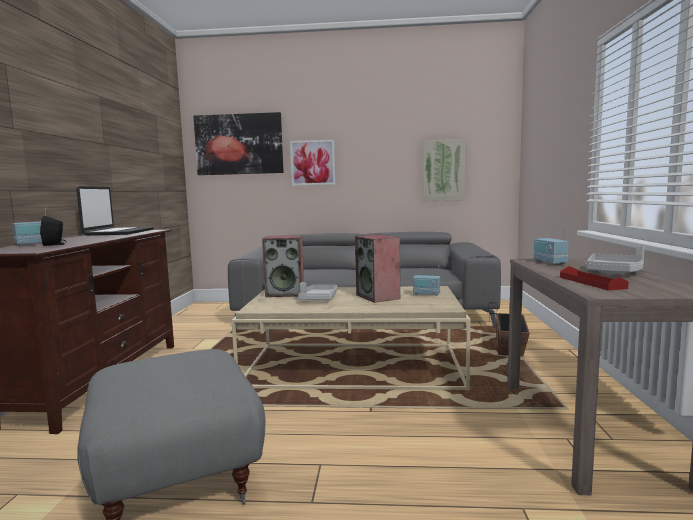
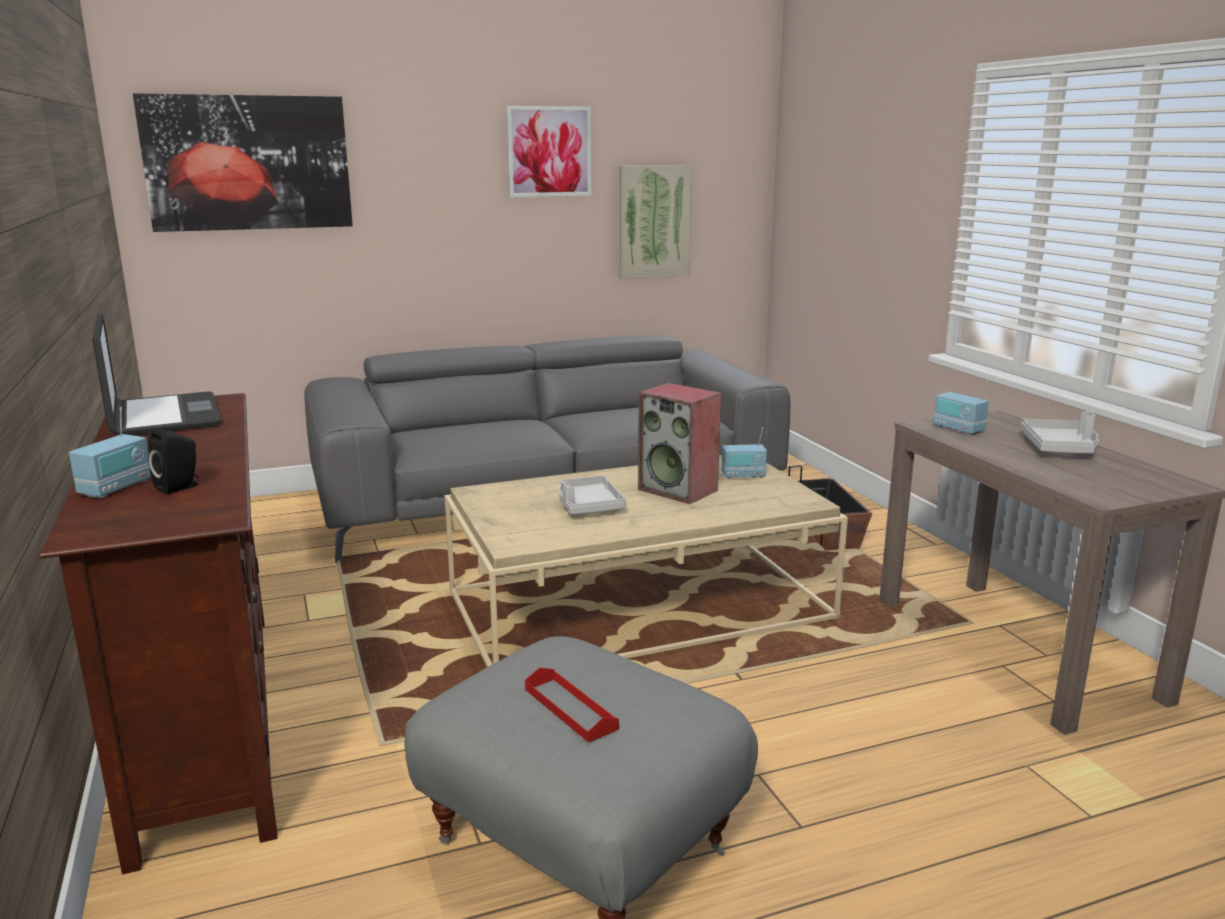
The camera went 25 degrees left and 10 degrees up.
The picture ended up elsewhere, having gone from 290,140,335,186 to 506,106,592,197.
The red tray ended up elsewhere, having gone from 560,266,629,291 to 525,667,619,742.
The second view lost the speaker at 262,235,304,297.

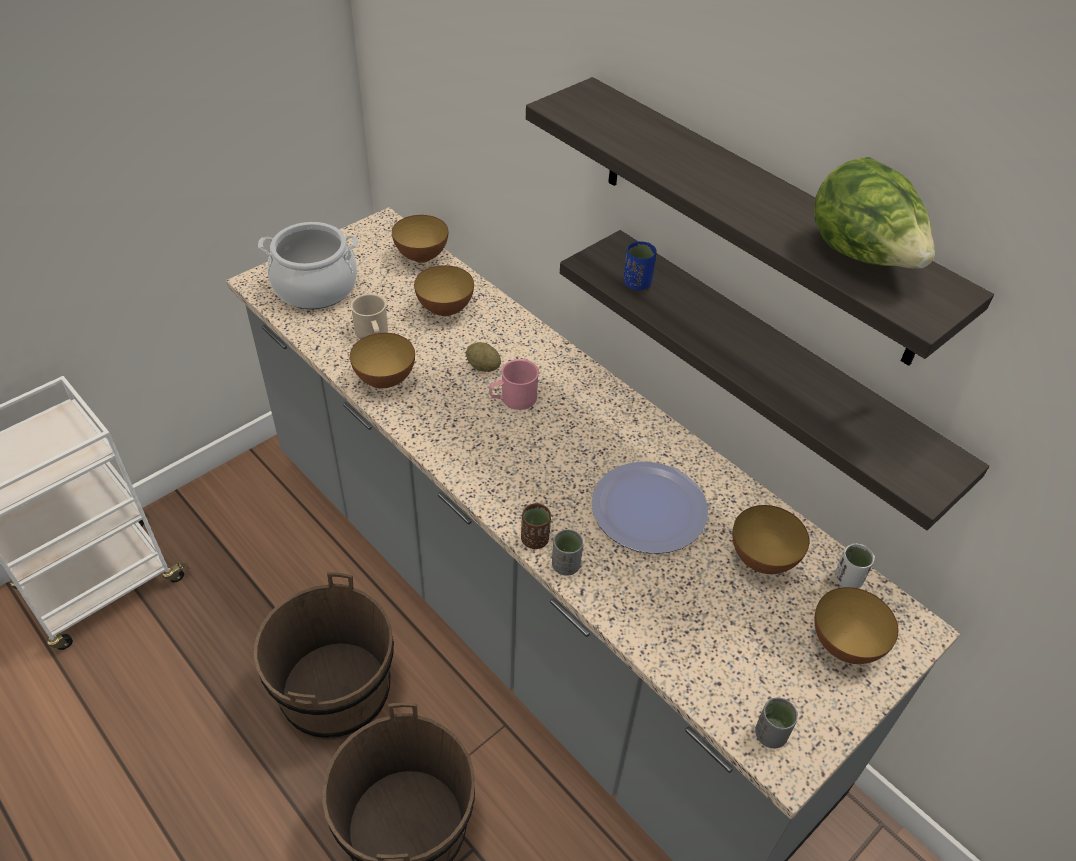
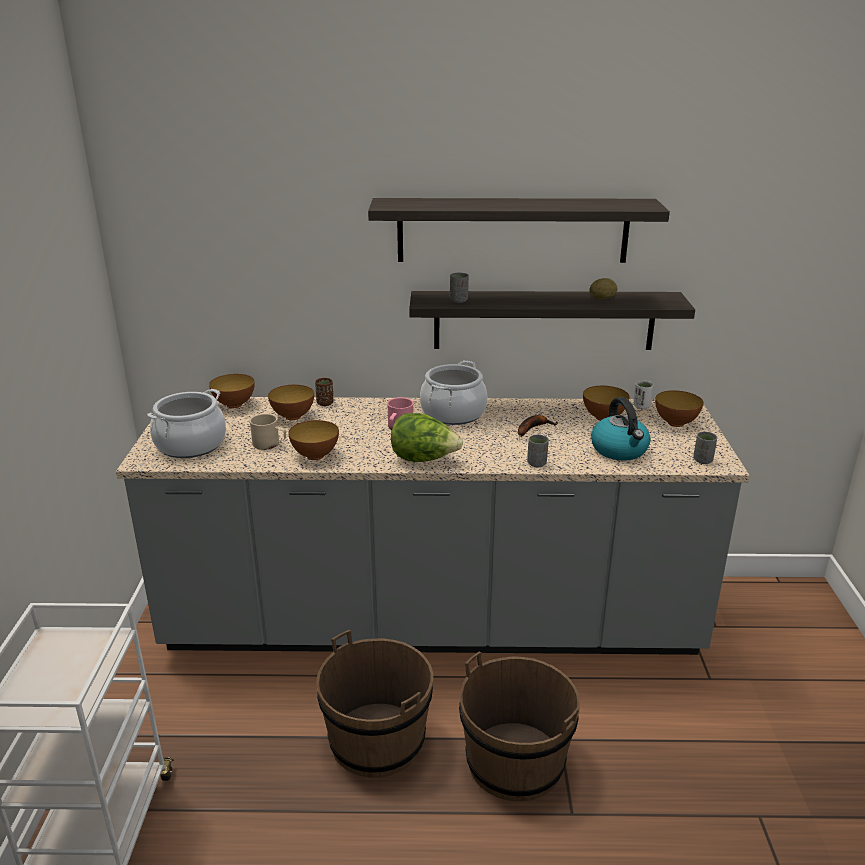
The camera went 45 degrees left and 20 degrees down.
The brown cup ended up elsewhere, having gone from 521,503,551,549 to 315,378,333,406.
The lettuce ended up elsewhere, having gone from 814,157,935,268 to 391,413,463,462.
The second view gained the cooking pot at 420,361,488,425.
What was the blue cup at 623,241,657,290 turned into the grey cup at 450,273,469,303.
Where the plate stood at 591,461,708,554, the banana came to stand at 518,415,558,436.
The potato ended up elsewhere, having gone from 466,342,501,372 to 589,278,618,300.
The second view gained the kettle at 591,397,651,461.

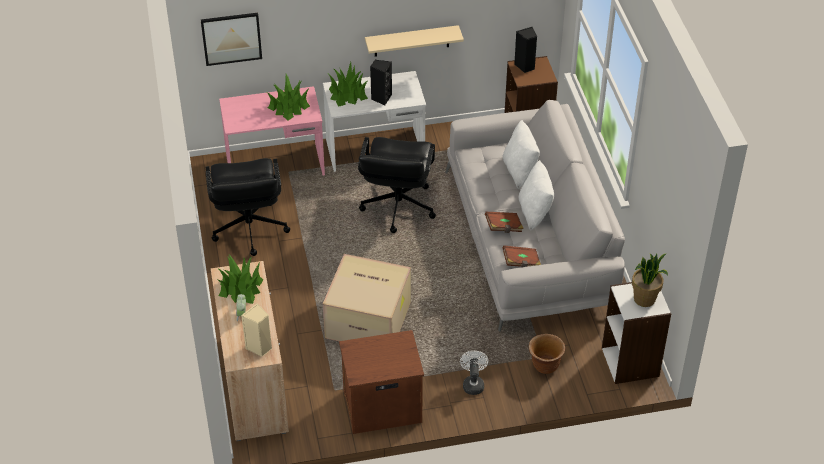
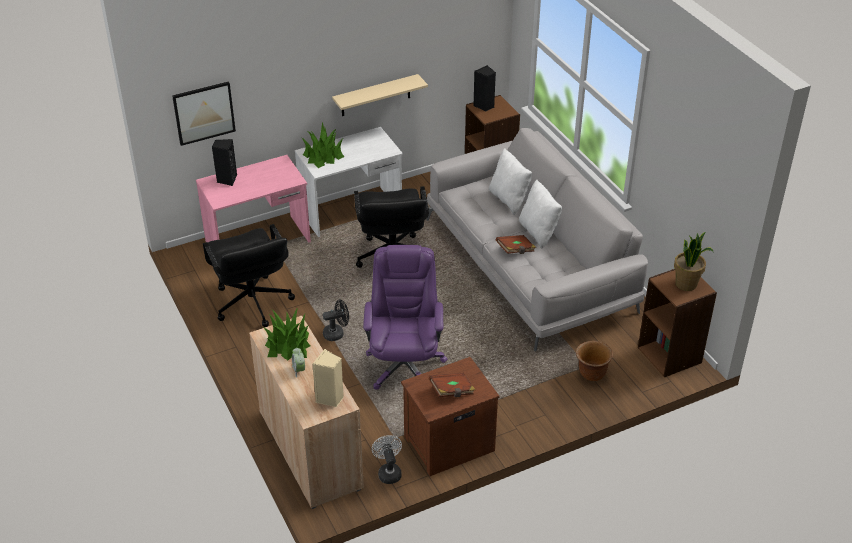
The camera went 15 degrees left and 5 degrees down.
The black speaker ended up elsewhere, having gone from 370,60,392,105 to 212,139,237,186.
The second view gained the black fan at 323,300,349,341.
Where the cardboard box stood at 323,254,411,341, the purple office chair came to stand at 363,245,448,389.
The white fan ended up elsewhere, having gone from 460,351,488,395 to 372,435,402,484.
The brown book ended up elsewhere, having gone from 502,246,541,267 to 429,373,475,397.
What was the white bookcase at 602,282,671,384 turned into the brown bookcase at 638,269,717,377.
The second view lost the potted plant at 267,74,310,120.

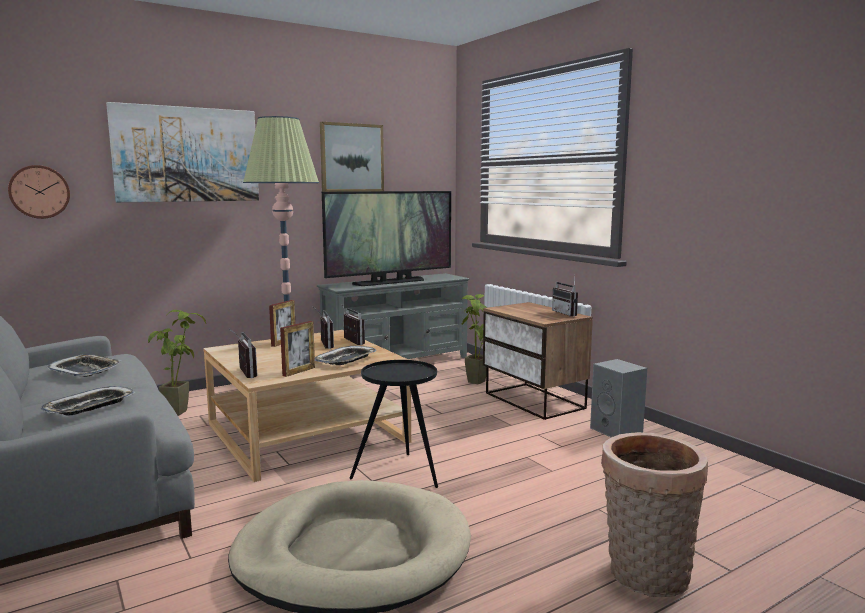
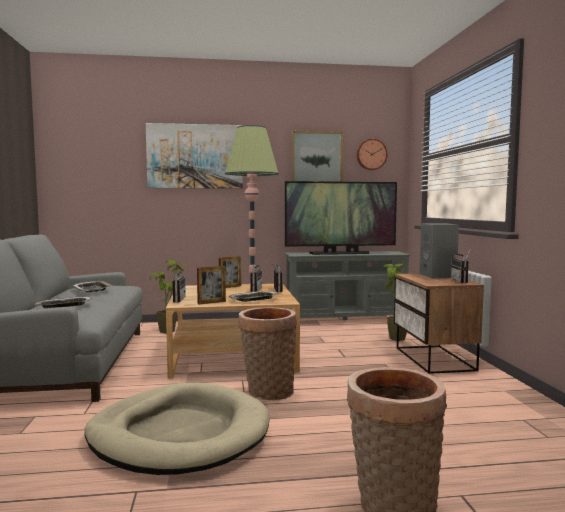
The camera went 25 degrees right and 5 degrees down.
Where the black side table stood at 350,360,438,488, the basket came to stand at 239,307,297,400.
The wall clock ended up elsewhere, having gone from 8,165,70,219 to 357,139,388,170.
The grey speaker ended up elsewhere, having gone from 590,359,647,437 to 419,223,459,278.

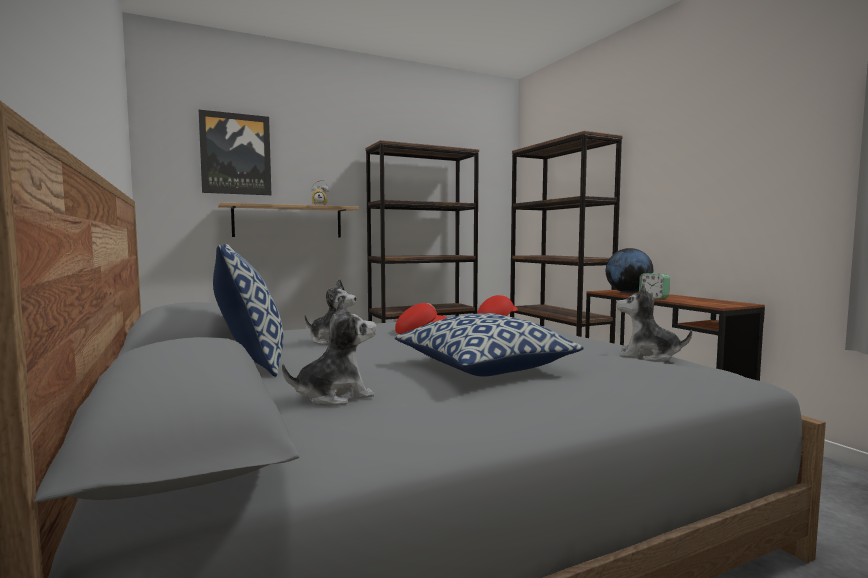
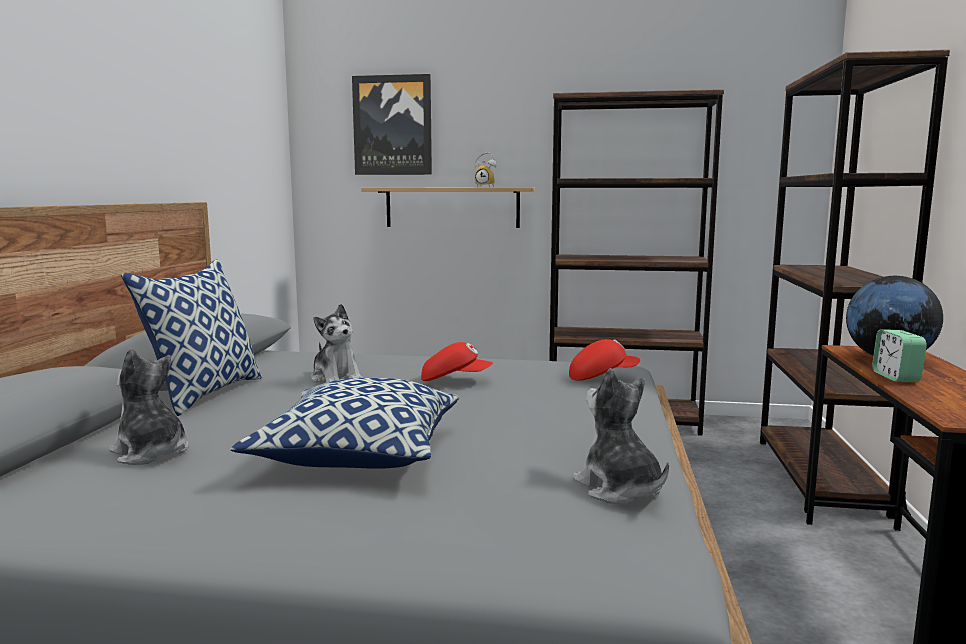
The camera went 35 degrees right and 5 degrees up.
The plush toy at 282,298,377,406 ended up facing another way, 150 degrees counterclockwise from before.

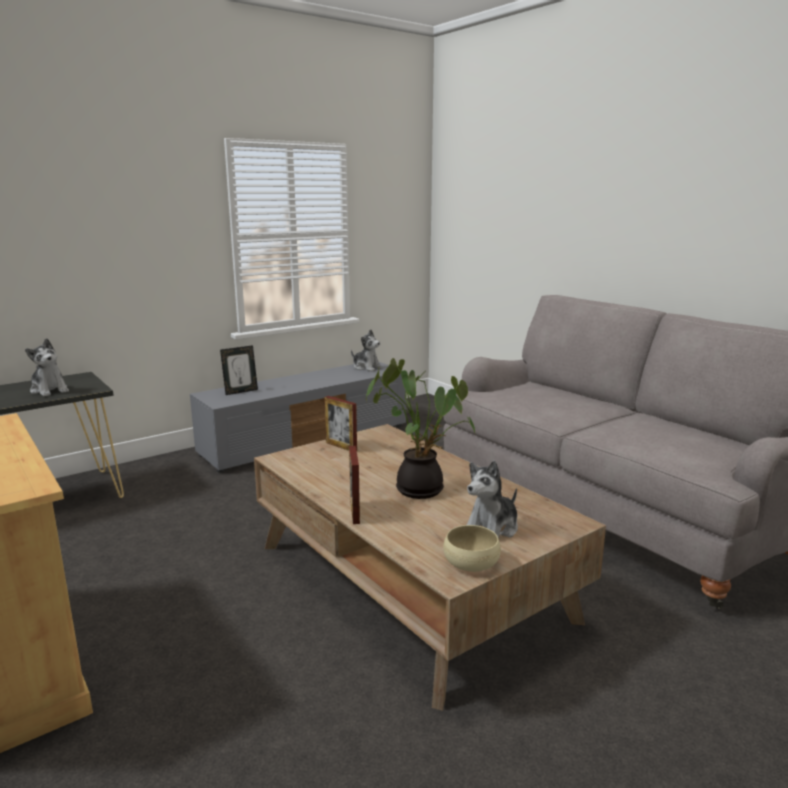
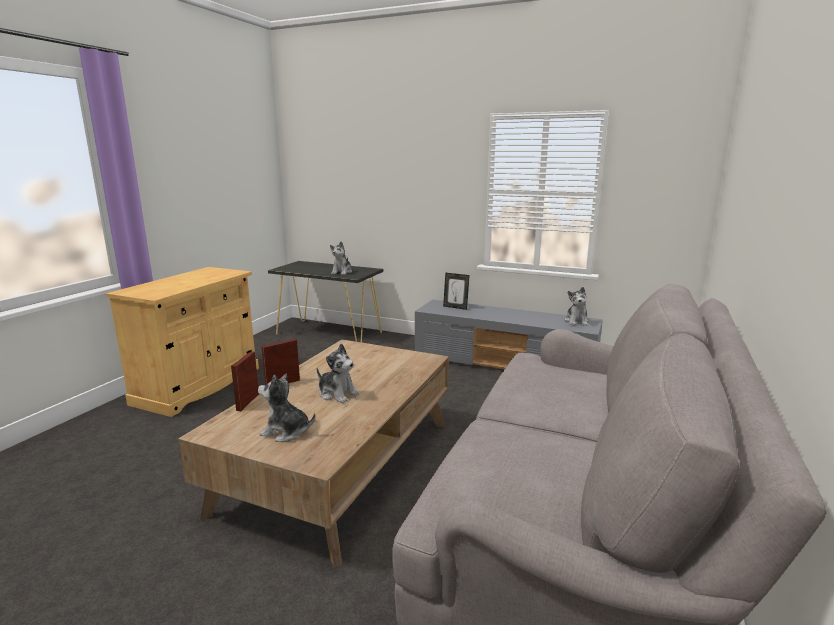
The camera went 60 degrees right and 0 degrees up.
The picture frame ended up elsewhere, having gone from 324,396,357,451 to 231,352,259,411.
Where the potted plant stood at 366,358,475,499, the plush toy came to stand at 317,343,359,403.
The second view lost the beige bowl at 443,525,501,572.

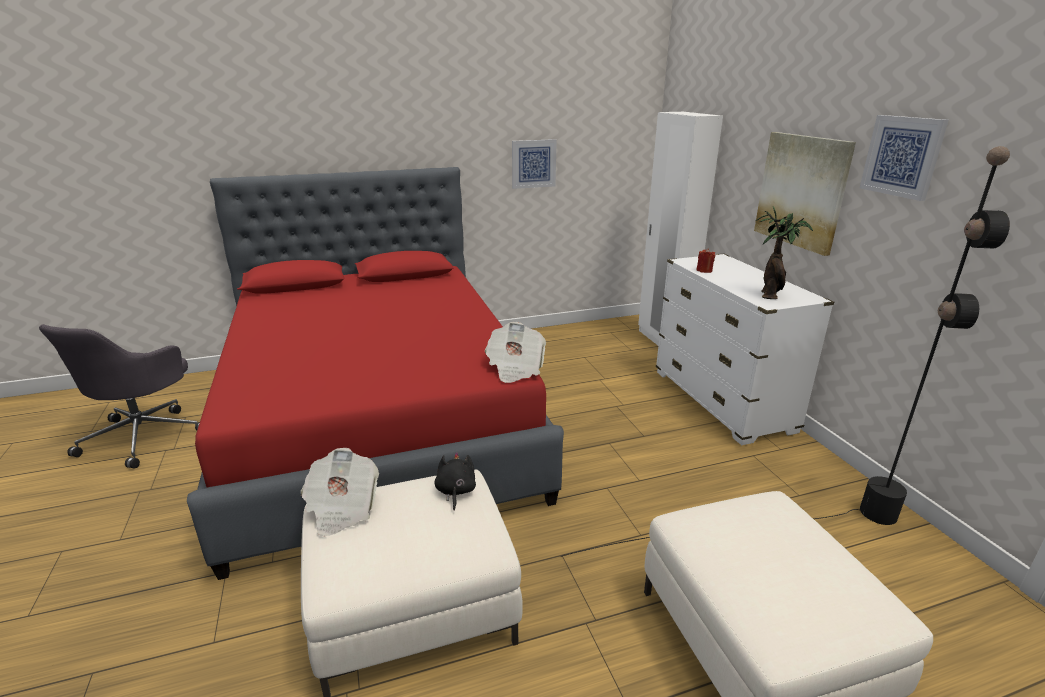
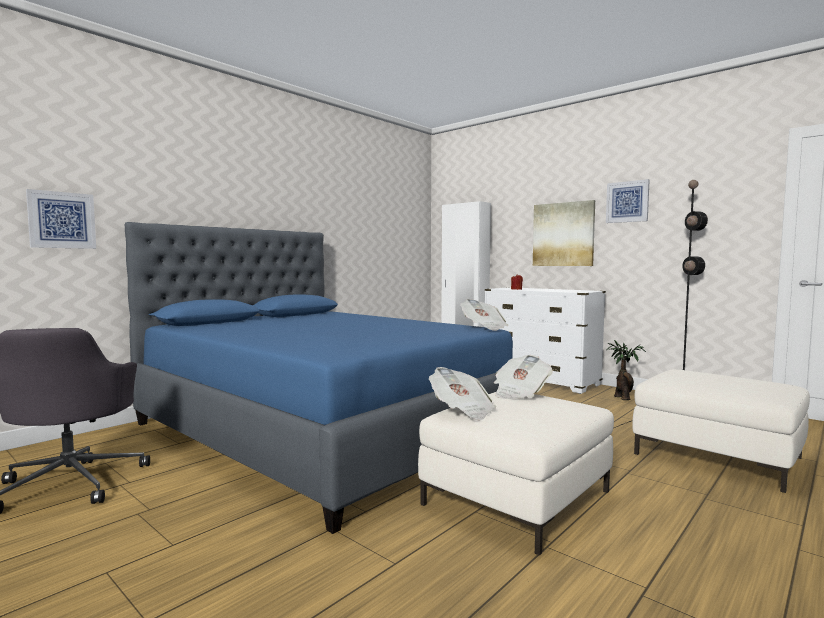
The camera went 30 degrees left and 20 degrees down.
The picture ended up elsewhere, having gone from 512,139,557,189 to 26,189,96,249.
What was the red bed at 187,167,564,580 turned into the blue bed at 125,222,513,534.
Where the black plush toy stood at 435,452,476,511, the newspaper came to stand at 494,355,553,399.
The potted plant ended up elsewhere, having gone from 756,207,813,299 to 606,340,646,400.

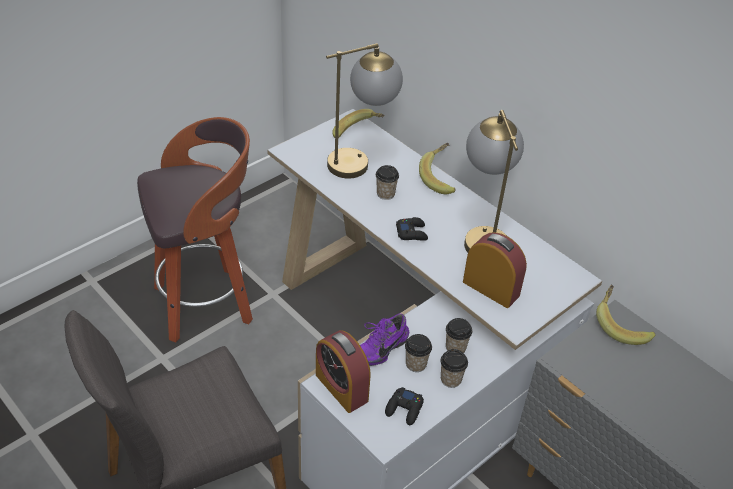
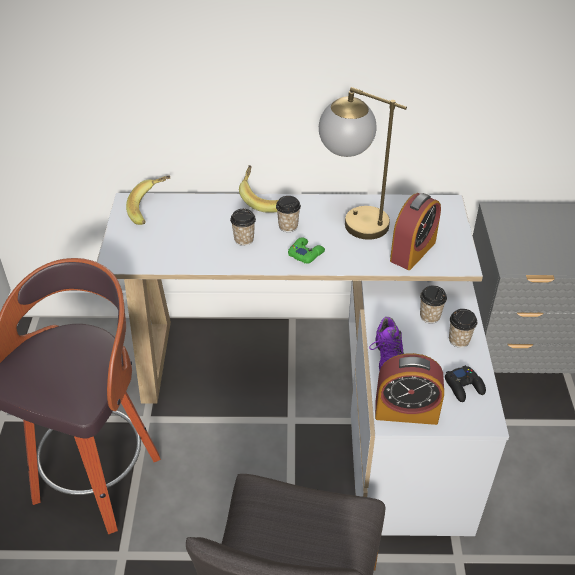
The camera went 45 degrees left and 0 degrees up.
The cup ended up elsewhere, having gone from 405,334,432,372 to 276,196,301,232.
What was the black game controller at 396,217,428,241 turned into the green game controller at 288,237,325,264.
The alarm clock at 463,232,527,308 ended up facing another way, 135 degrees clockwise from before.
The second view lost the table lamp at 326,43,403,179.
The second view lost the banana at 596,284,656,345.

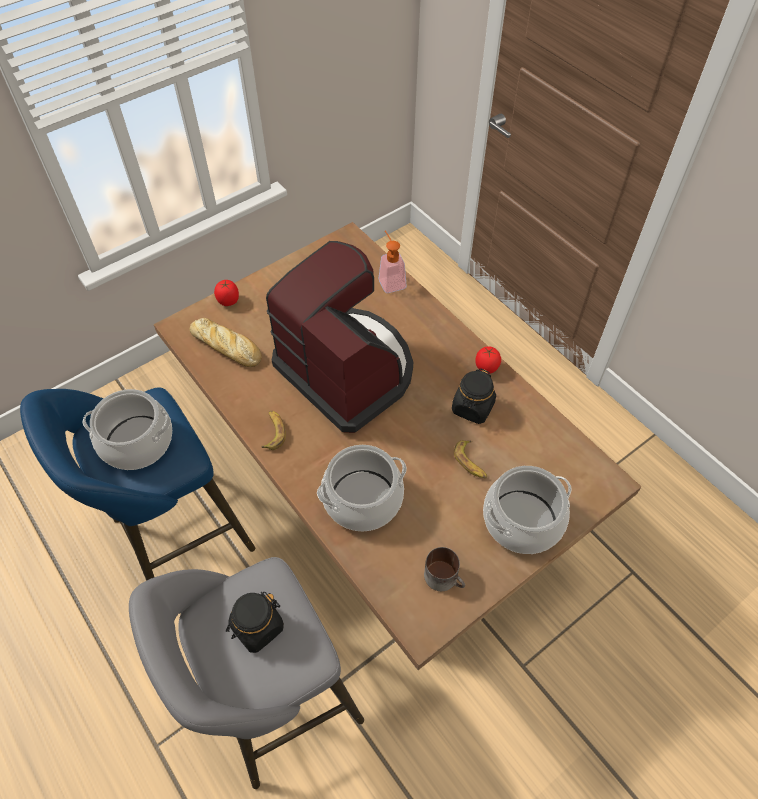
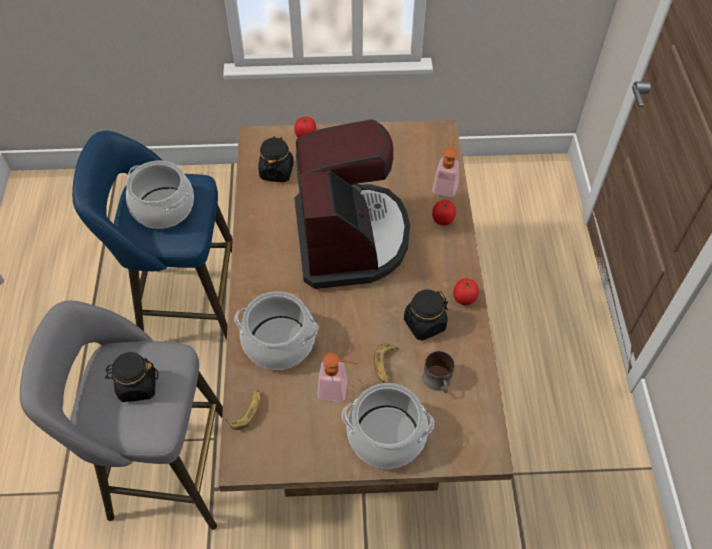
The camera went 35 degrees right and 0 degrees up.
The banana ended up elsewhere, having gone from 261,411,286,450 to 225,390,261,430.
Where the bread stood at 190,318,262,367, the black jar came to stand at 258,136,294,182.
The second view gained the soap dispenser at 317,353,359,402.
The mug ended up elsewhere, having gone from 424,547,465,591 to 423,351,455,393.
The second view gained the tomato at 432,200,456,226.

